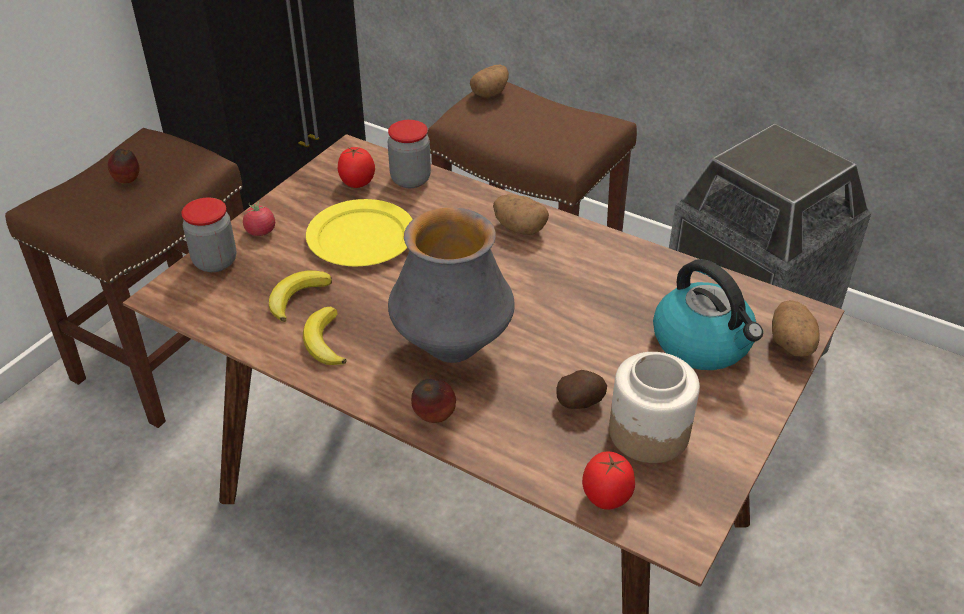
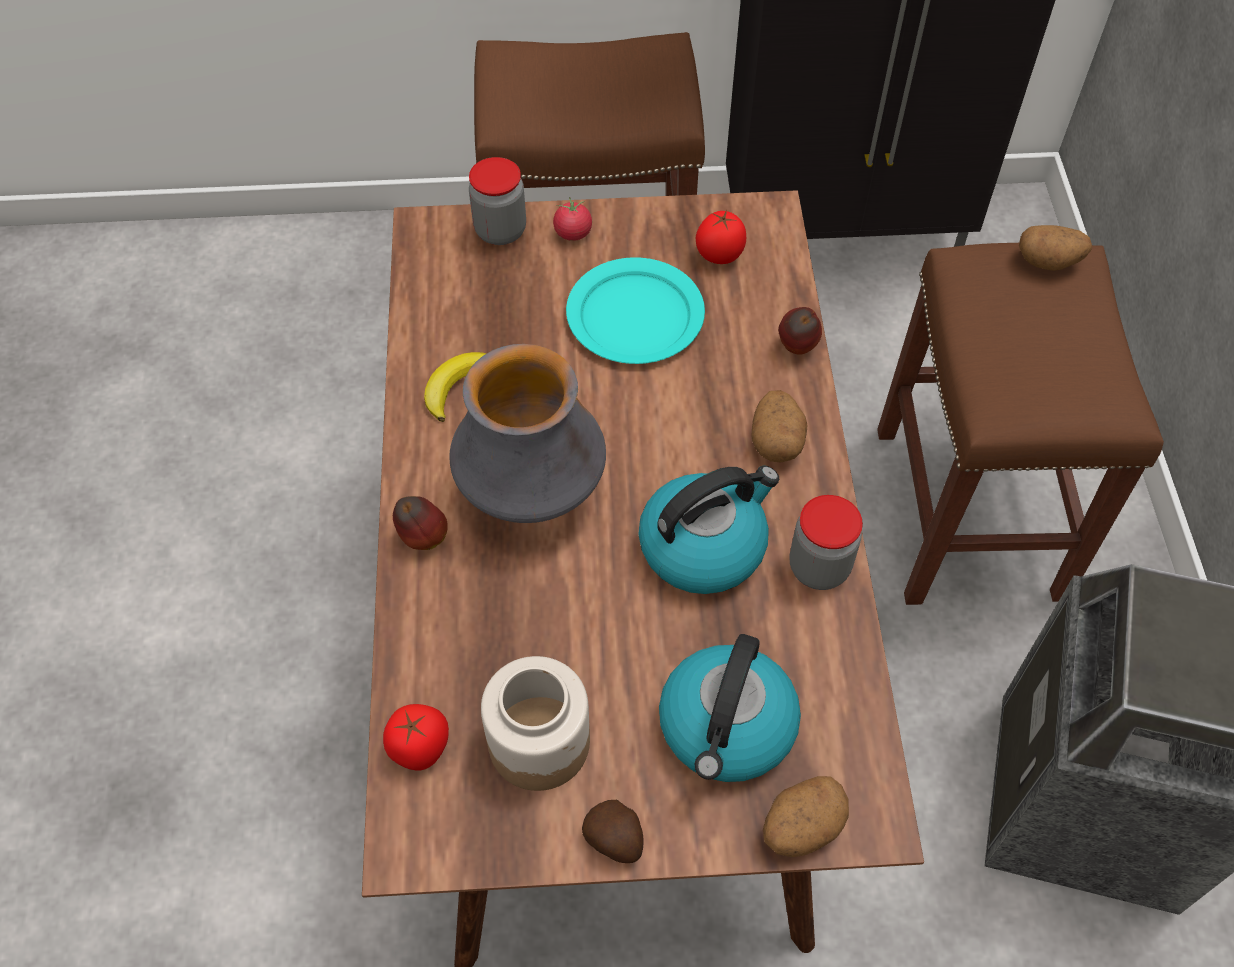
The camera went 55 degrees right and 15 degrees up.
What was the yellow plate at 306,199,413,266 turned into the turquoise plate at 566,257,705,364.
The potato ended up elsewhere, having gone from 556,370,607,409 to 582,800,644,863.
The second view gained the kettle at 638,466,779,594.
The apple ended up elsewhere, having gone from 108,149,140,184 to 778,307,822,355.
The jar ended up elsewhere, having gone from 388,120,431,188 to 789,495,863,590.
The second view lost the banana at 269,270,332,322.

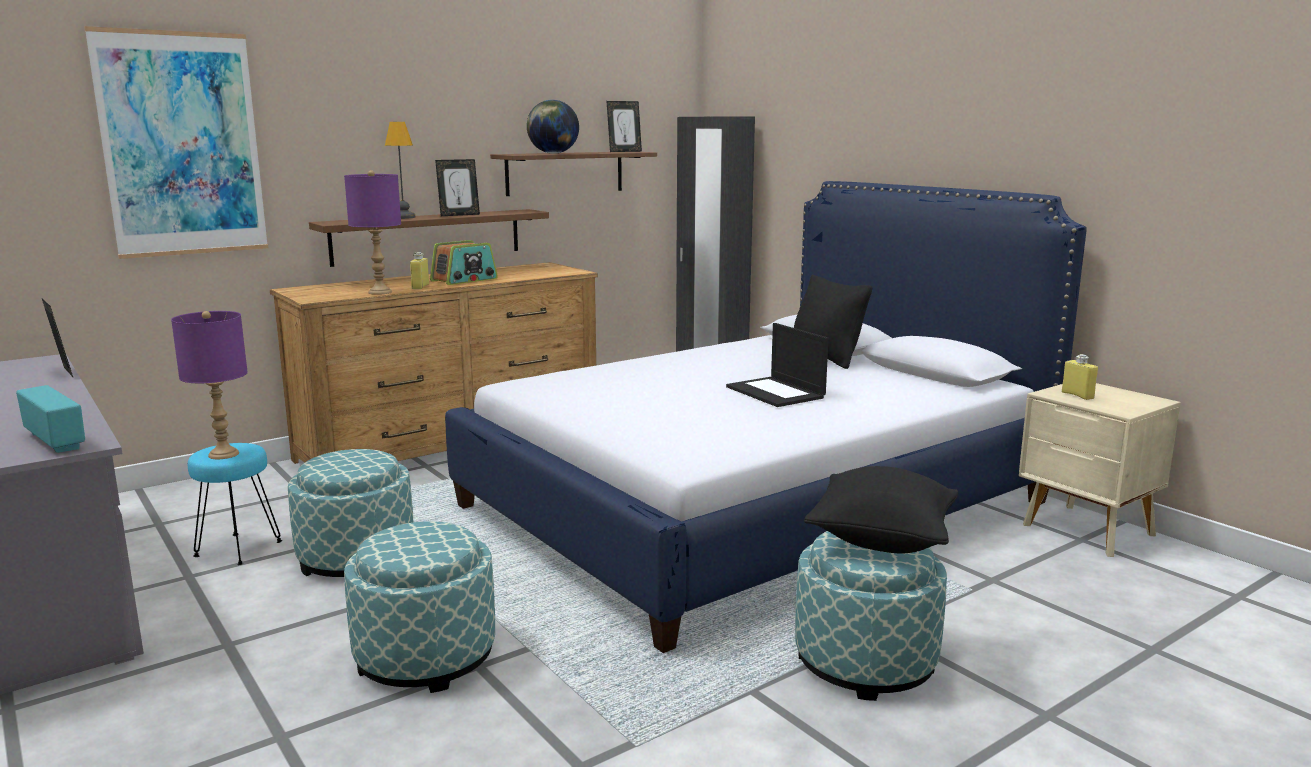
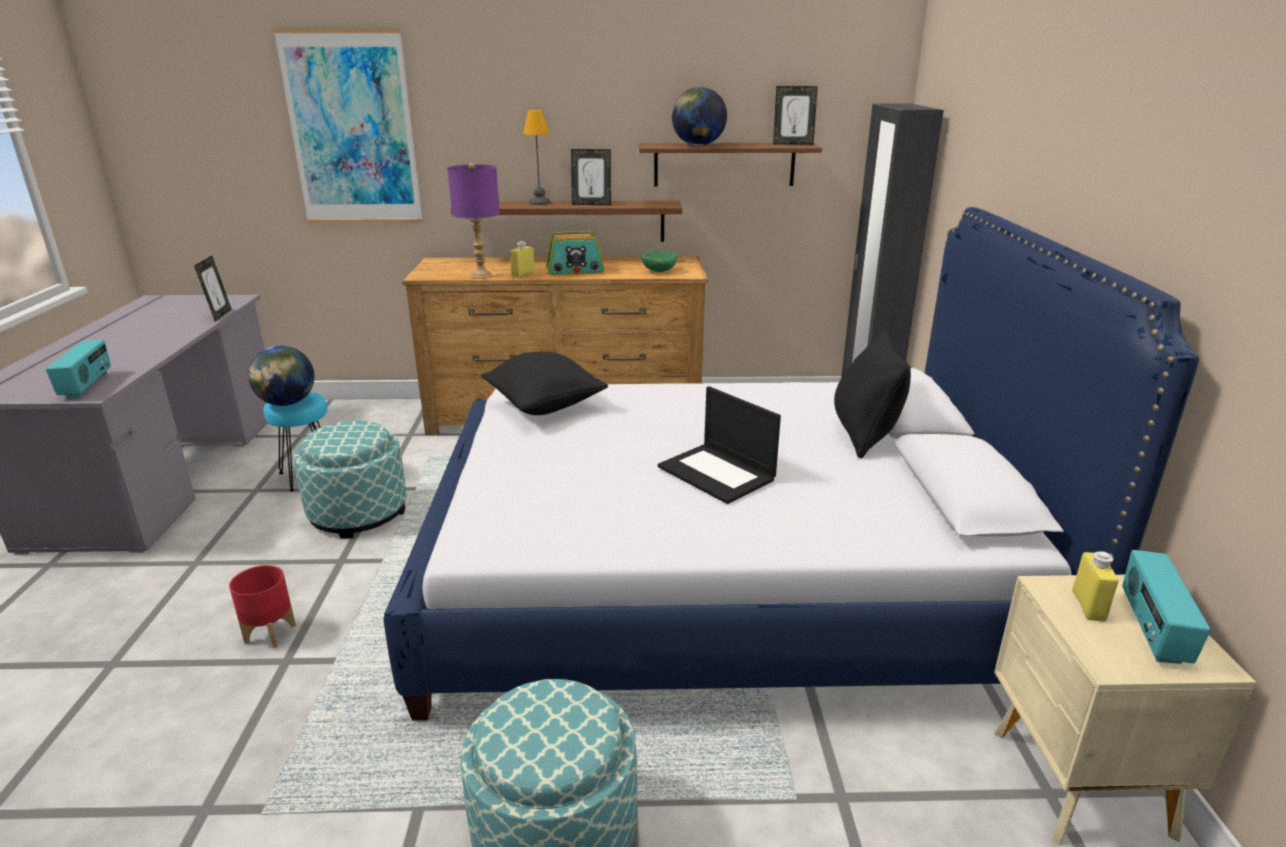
The camera went 35 degrees right and 10 degrees up.
Where the ottoman stood at 344,521,495,693, the red planter came to stand at 229,565,296,648.
Where the purple table lamp stood at 171,311,248,459, the globe came to stand at 248,346,315,406.
The black pillow ended up elsewhere, having gone from 804,466,958,553 to 481,352,608,415.
The second view gained the green bowl at 641,251,678,272.
The laptop at 726,323,829,407 ended up facing another way, 45 degrees counterclockwise from before.
The second view gained the radio at 1122,550,1211,664.

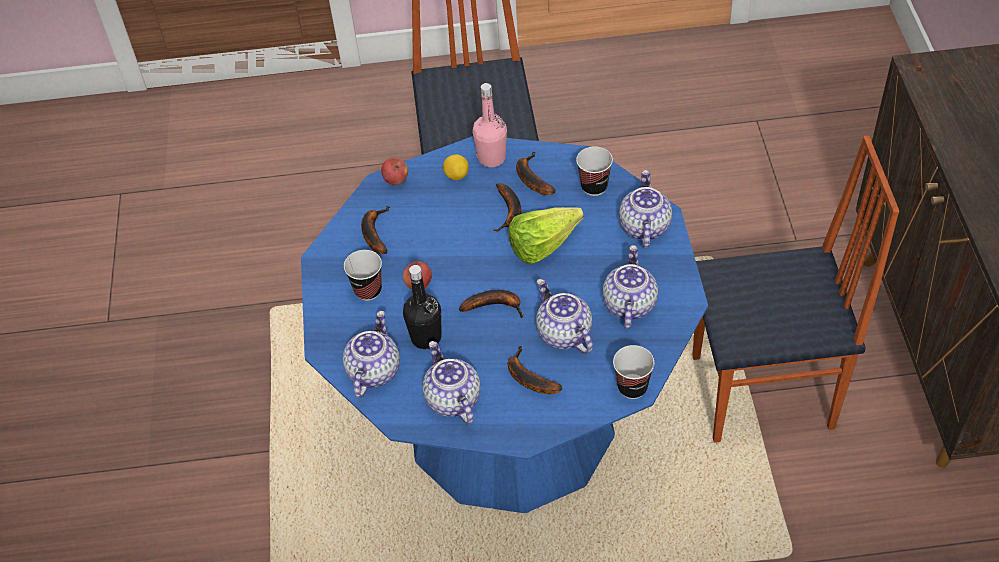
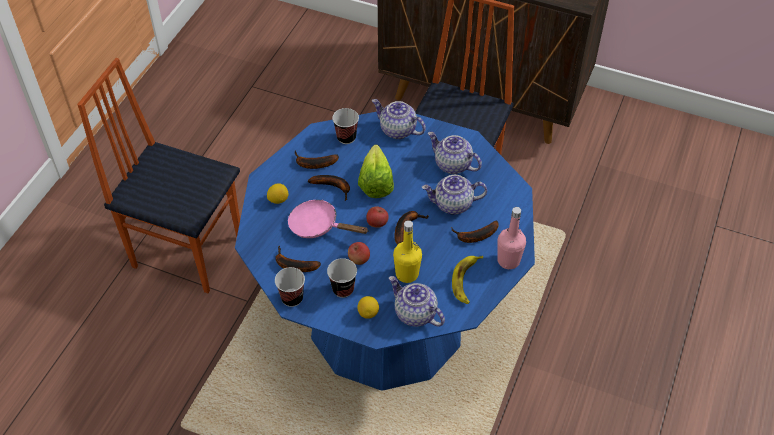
The camera went 65 degrees left and 0 degrees up.
The cup ended up elsewhere, having gone from 613,345,655,399 to 275,267,305,307.
The second view gained the pink frying pan at 288,200,369,238.
The second view gained the lemon at 357,296,379,319.
The apple ended up elsewhere, having gone from 381,158,408,185 to 366,206,389,227.
What was the black bottle at 403,265,441,349 turned into the yellow bottle at 393,220,422,283.
Where the teapot stood at 423,341,481,425, the banana came to stand at 452,256,483,304.
The pink bottle ended up elsewhere, having gone from 473,83,507,168 to 497,207,526,269.

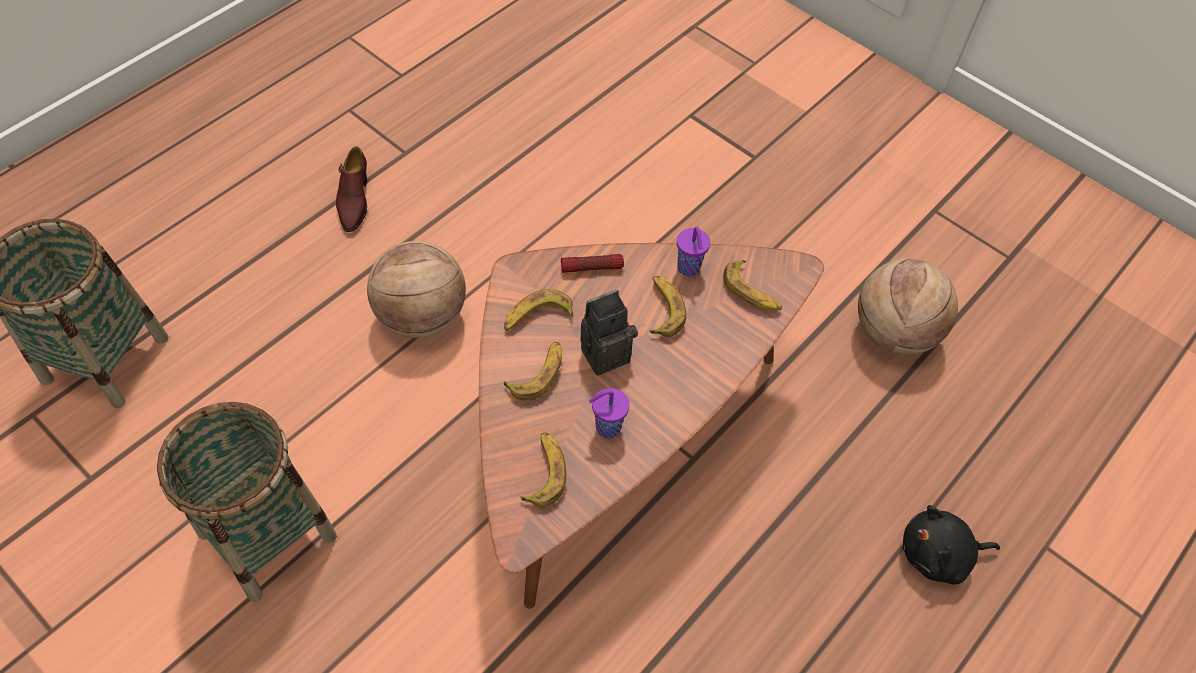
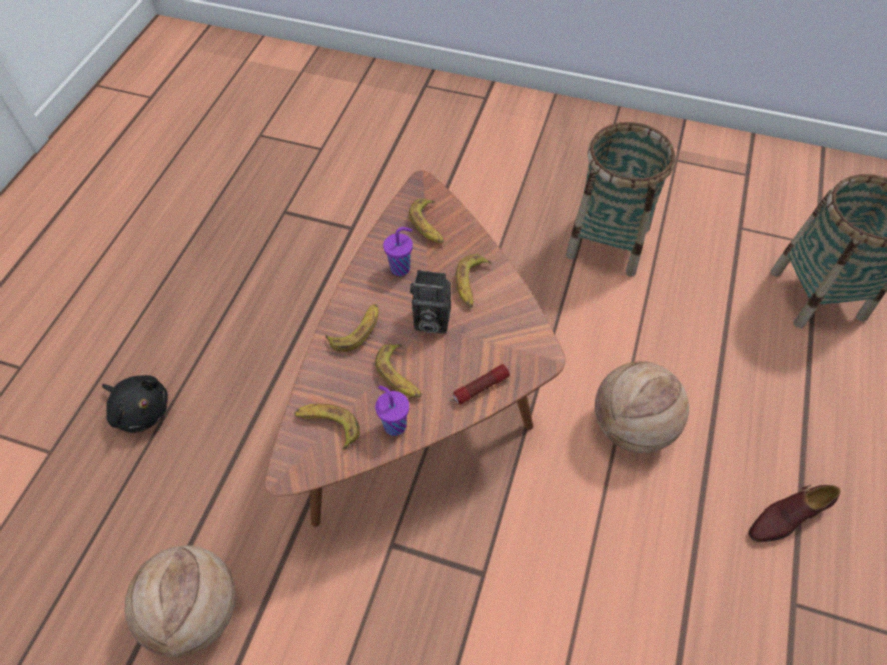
The camera went 160 degrees right and 0 degrees up.
The black plush toy at 903,505,1000,584 ended up facing another way, 60 degrees clockwise from before.
The banana ended up elsewhere, having gone from 504,289,573,331 to 325,304,379,352.
The photo camera at 581,290,638,376 ended up facing another way, 60 degrees clockwise from before.
The brown shoe at 336,146,367,232 ended up facing another way, 90 degrees counterclockwise from before.

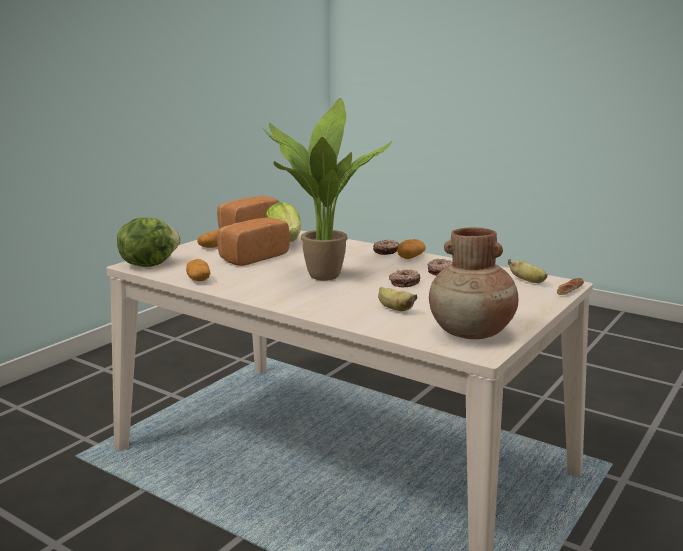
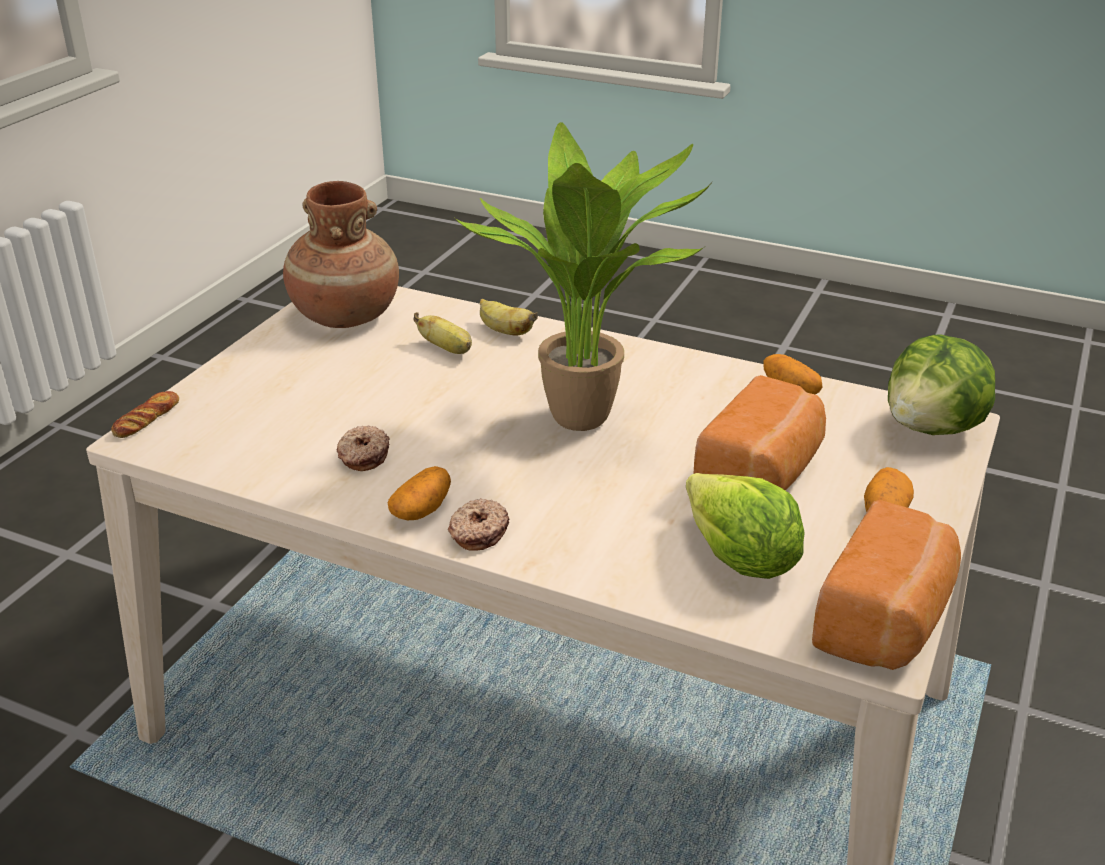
The camera went 170 degrees right and 15 degrees up.
The banana ended up elsewhere, having gone from 508,259,547,283 to 480,299,538,336.
The second view lost the donut at 389,270,421,288.

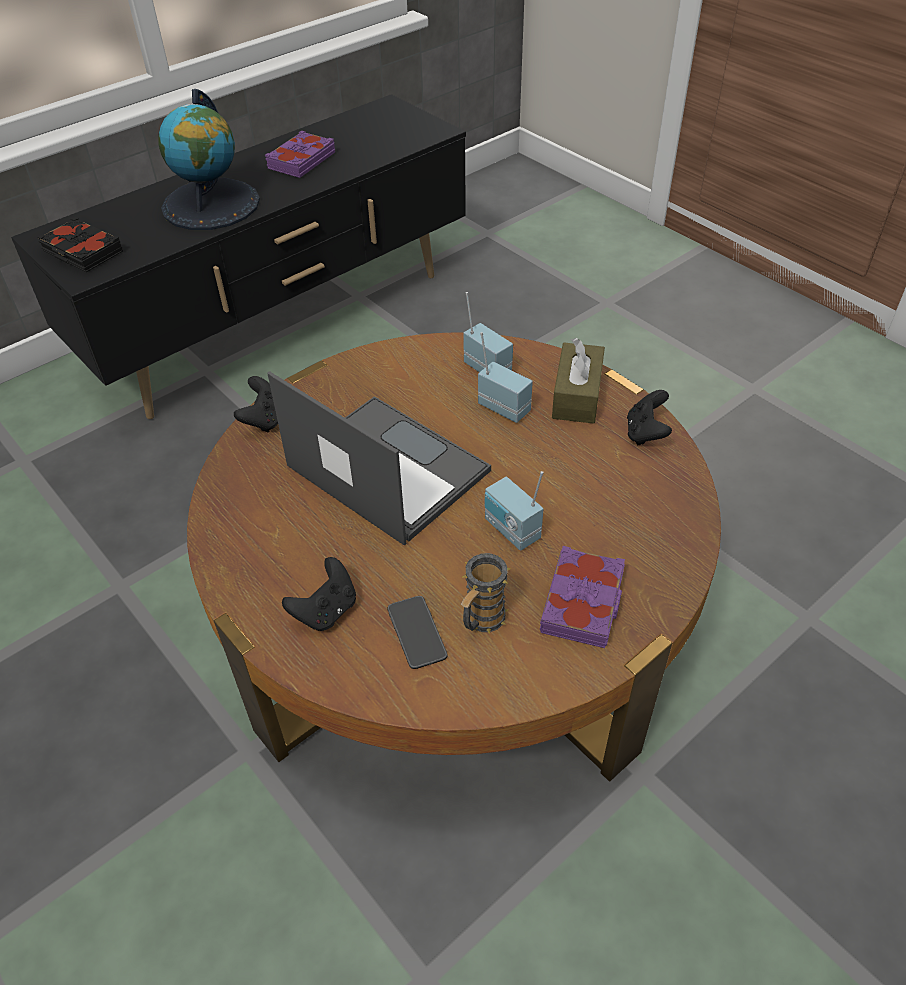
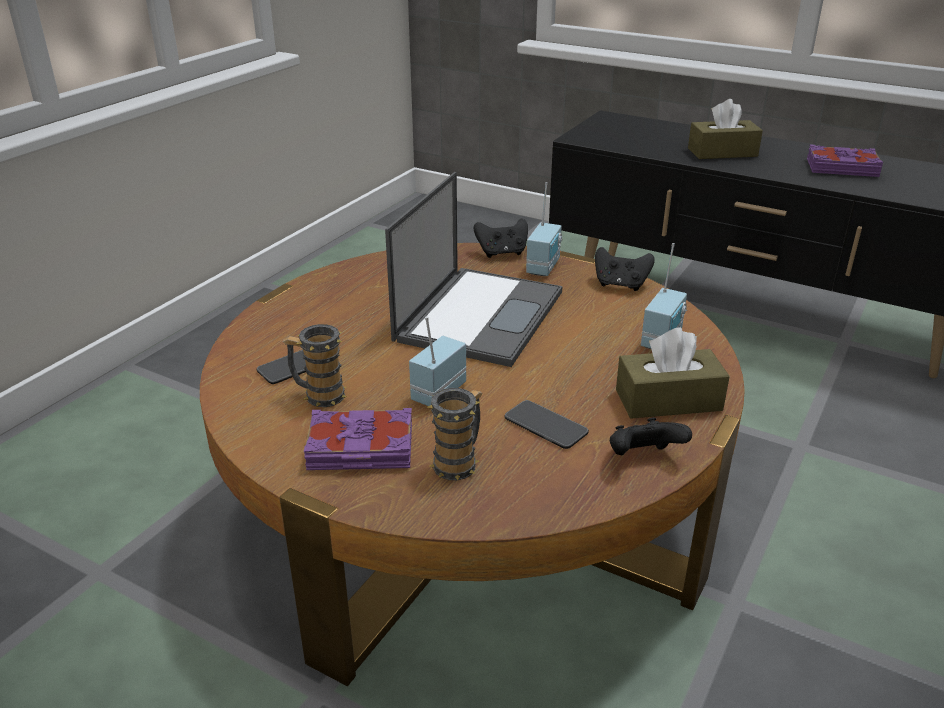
The camera went 70 degrees right and 15 degrees down.
The second view gained the mug at 427,388,483,480.
The second view gained the phone at 504,400,589,449.
The radio ended up elsewhere, having gone from 478,332,533,423 to 526,182,562,276.
The black game controller ended up elsewhere, having gone from 282,557,356,631 to 595,247,655,291.
Where the globe stood at 158,89,260,230, the brown tissue box came to stand at 688,99,763,159.
The second view lost the black book at 38,217,123,272.

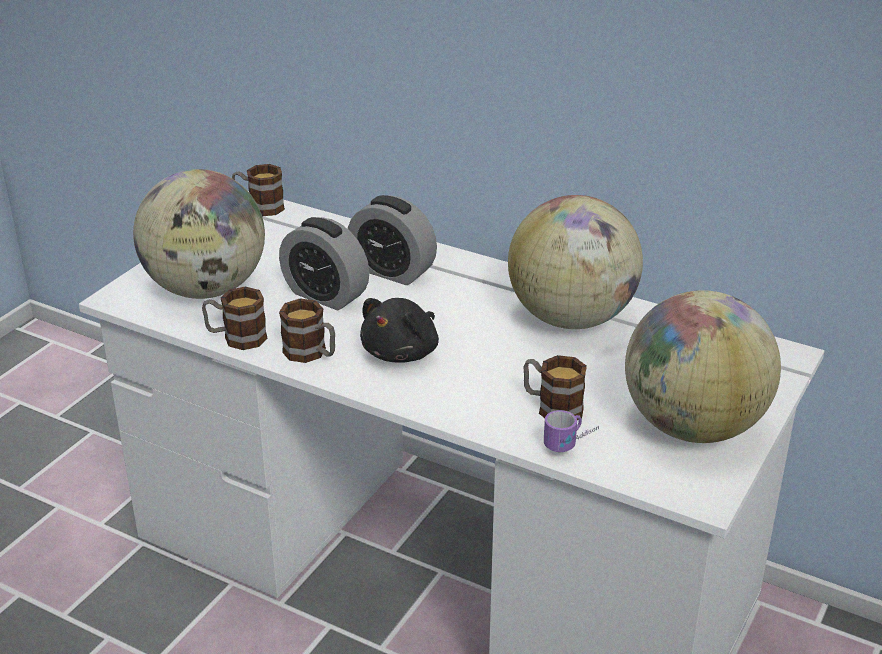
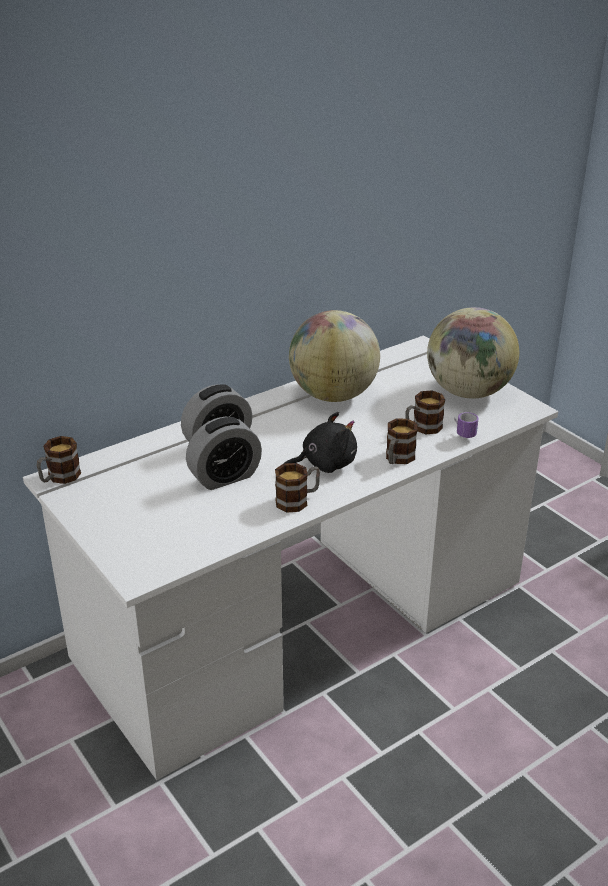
The camera went 65 degrees left and 0 degrees up.
The black plush toy at 360,298,439,362 ended up facing another way, 75 degrees counterclockwise from before.
The mug ended up elsewhere, having gone from 202,287,268,350 to 386,418,417,464.
The second view lost the globe at 133,169,265,299.

